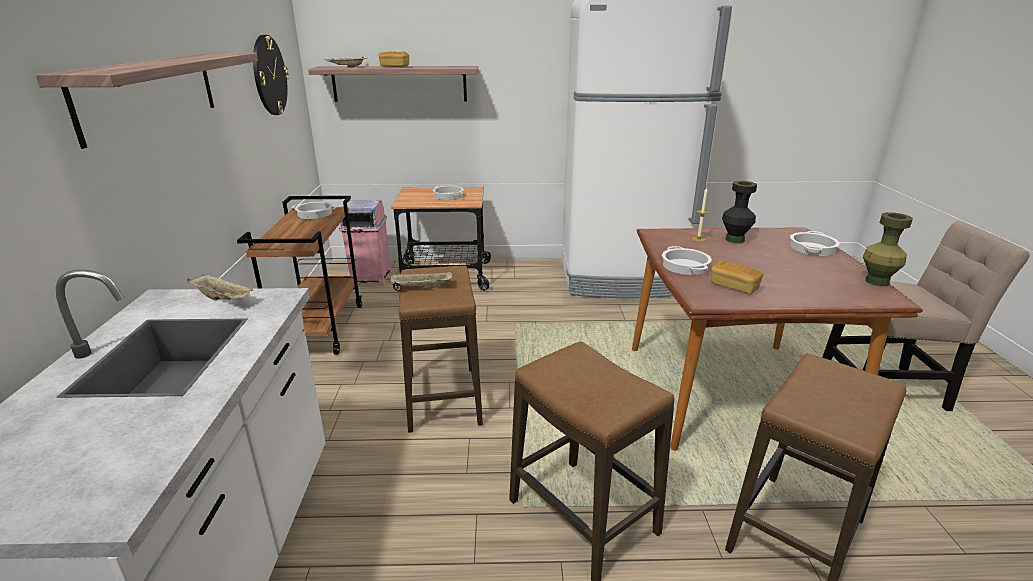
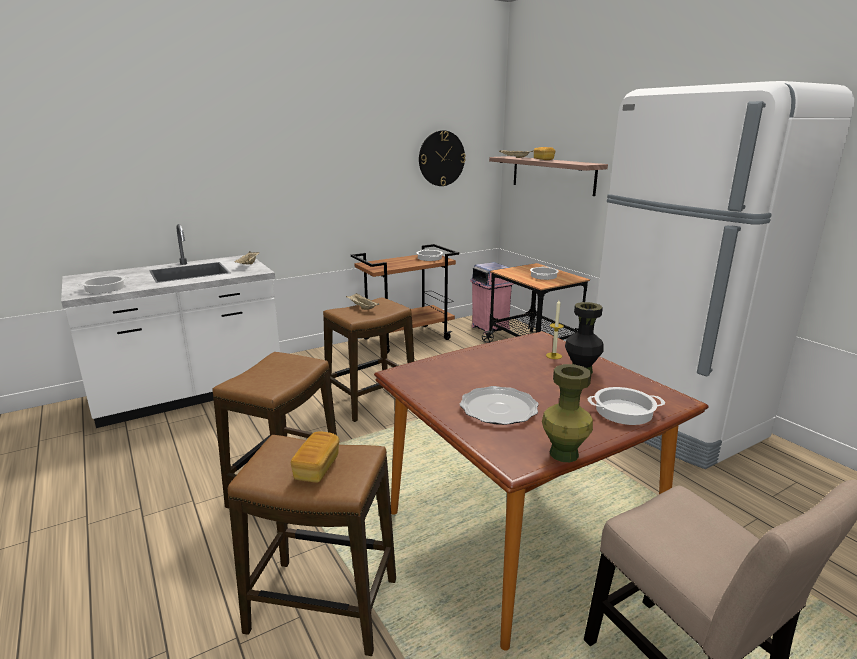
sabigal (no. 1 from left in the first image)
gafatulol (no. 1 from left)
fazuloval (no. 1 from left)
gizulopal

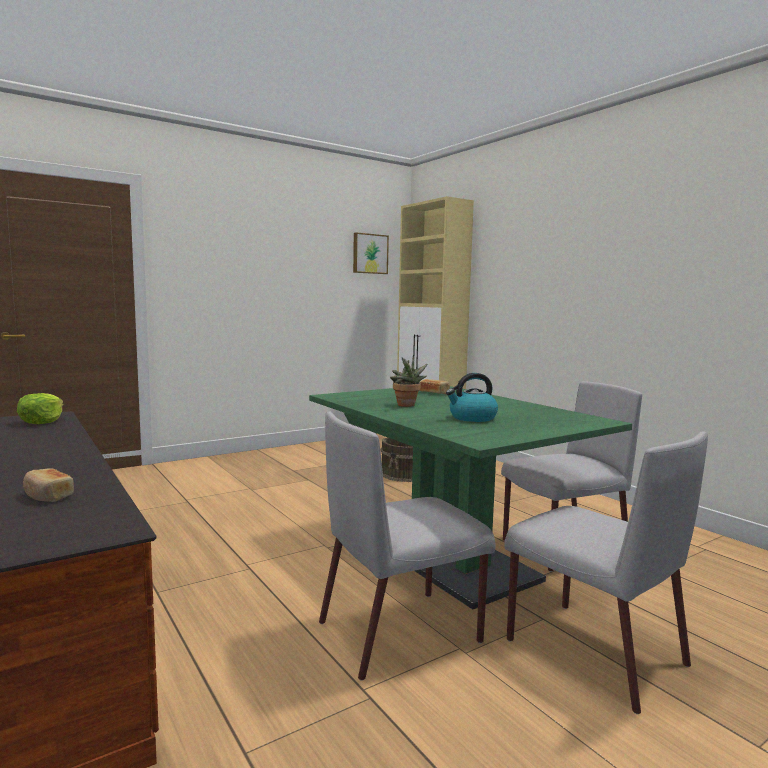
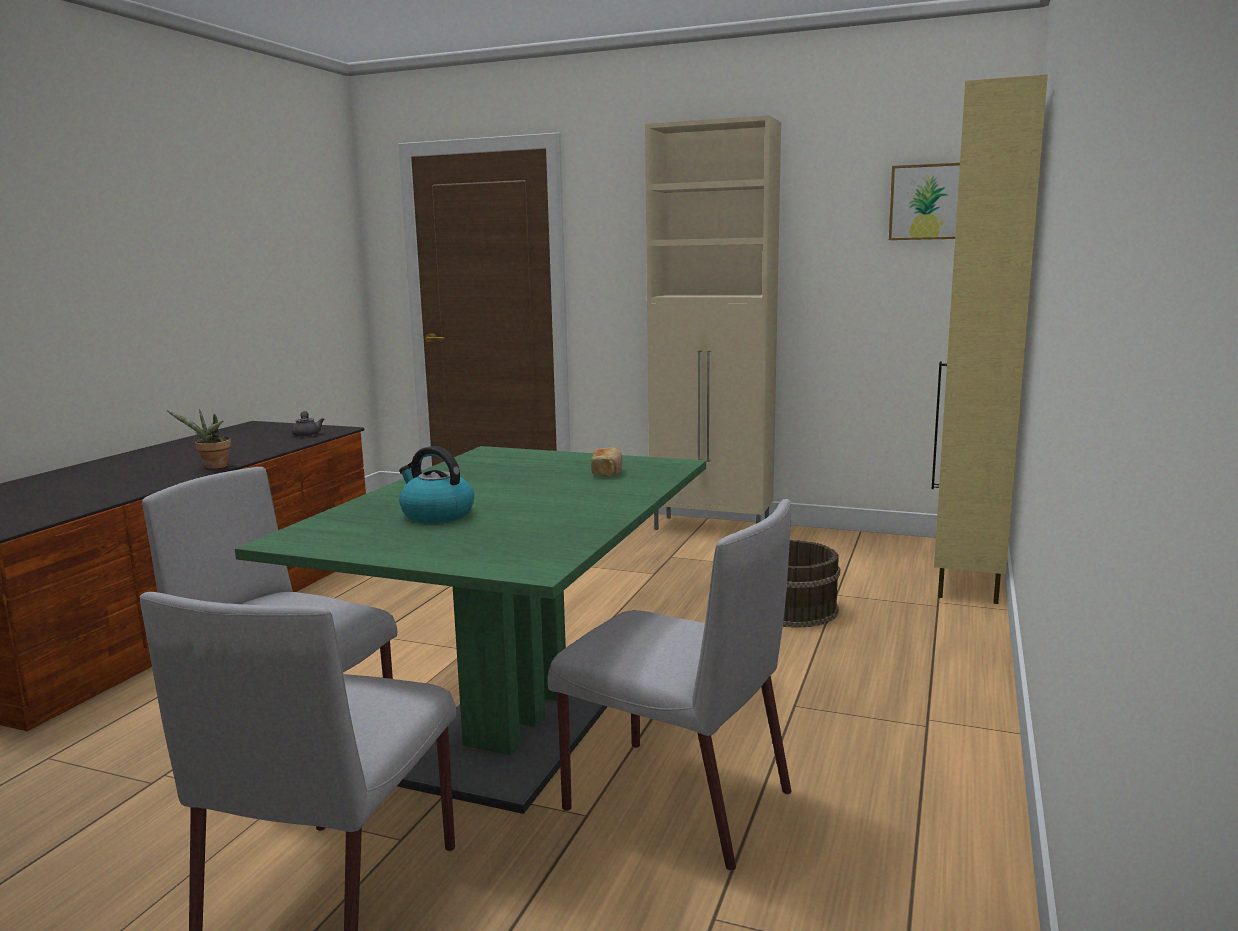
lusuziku
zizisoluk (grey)
fazuloval (no. 1 from left in the first image)
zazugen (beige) (no. 1 from left)

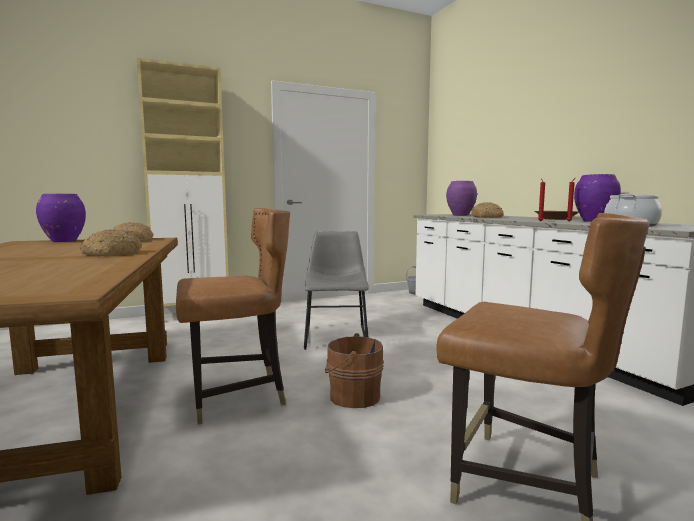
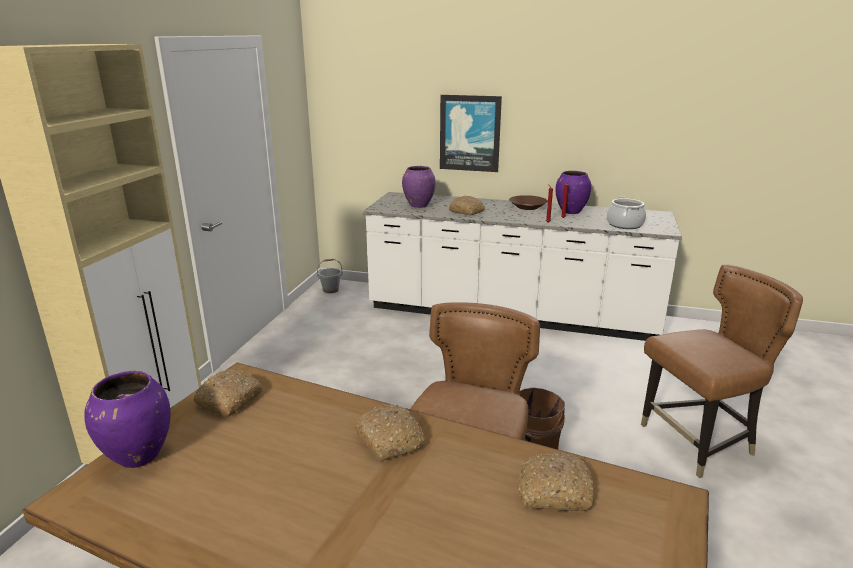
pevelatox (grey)
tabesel
fazuloval (no. 4 from left)

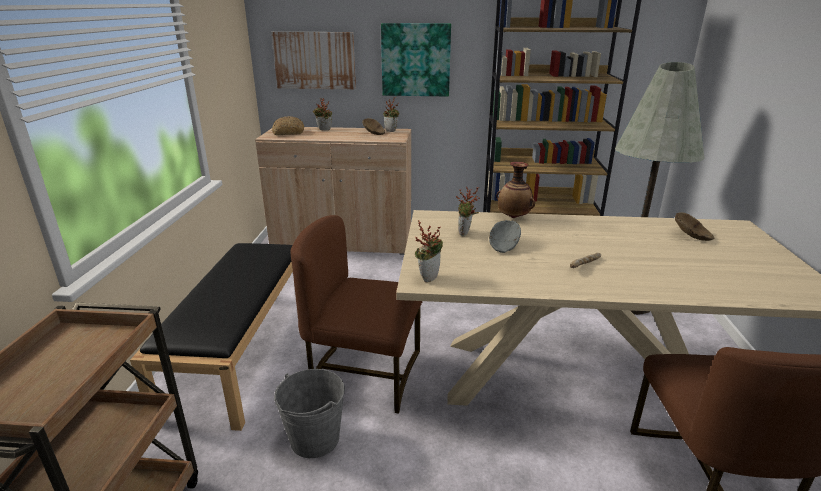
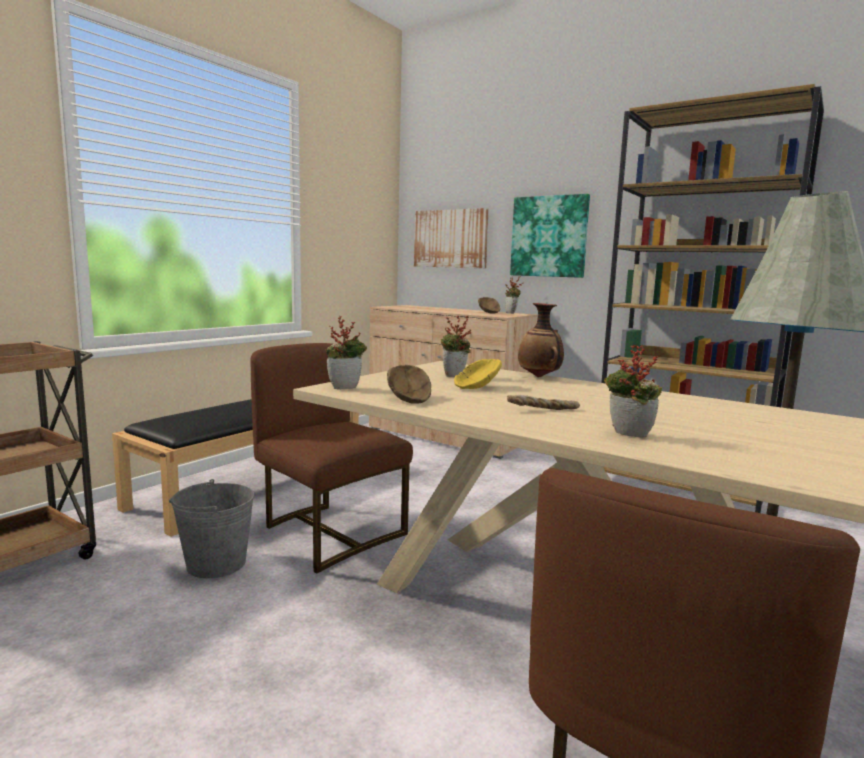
lusuziku (no. 4 from left)
fazuloval (no. 1 from left in the first image)
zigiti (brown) (no. 1 from left)
zigiti (yellow)

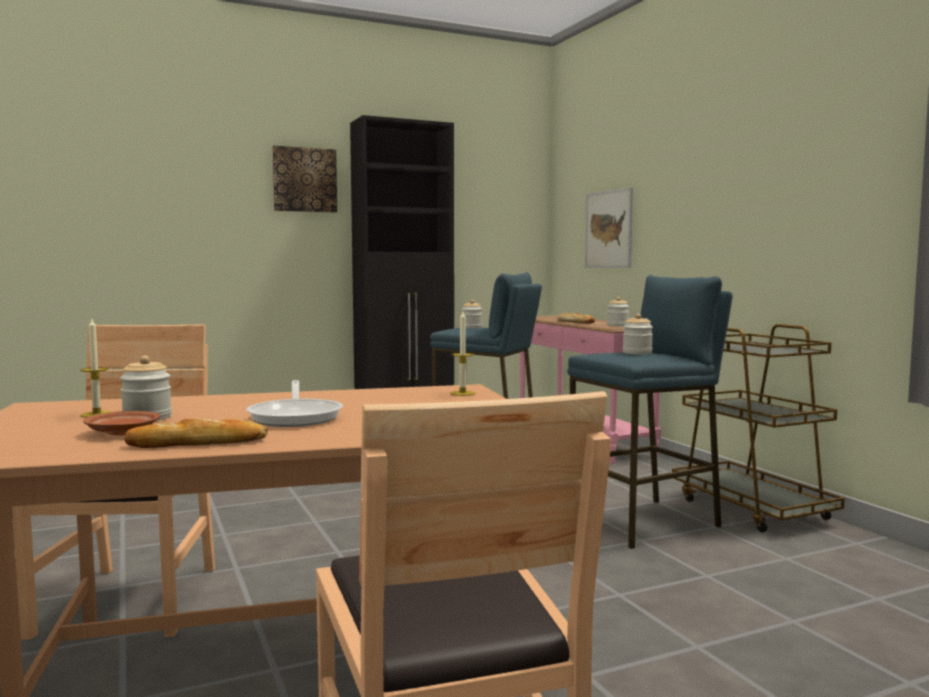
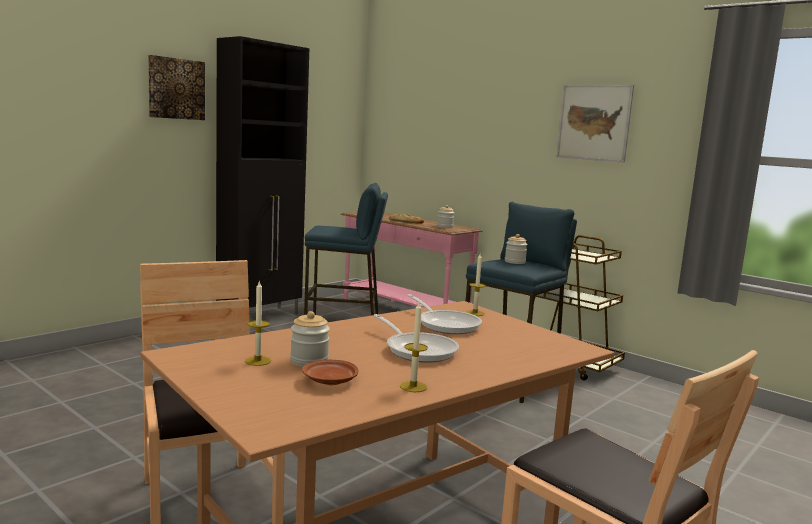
tabesel (no. 2 from left)
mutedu (no. 2 from left in the first image)
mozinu (no. 2 from left)
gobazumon (no. 2 from left)

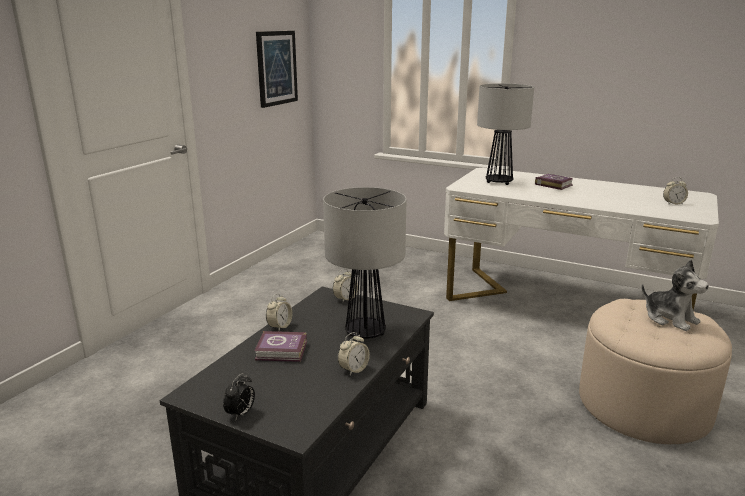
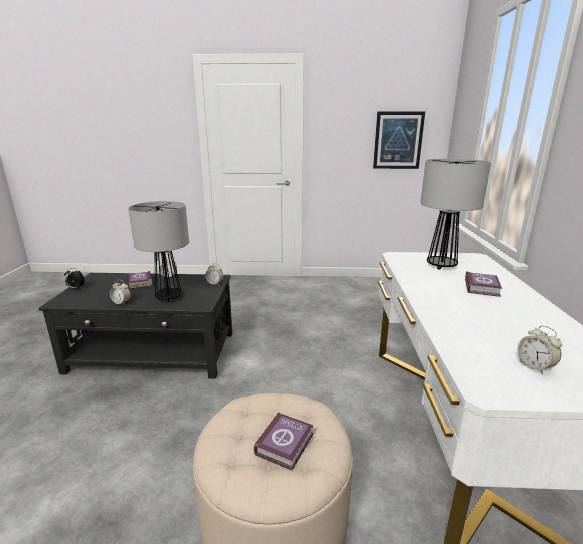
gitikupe (no. 2 from left)

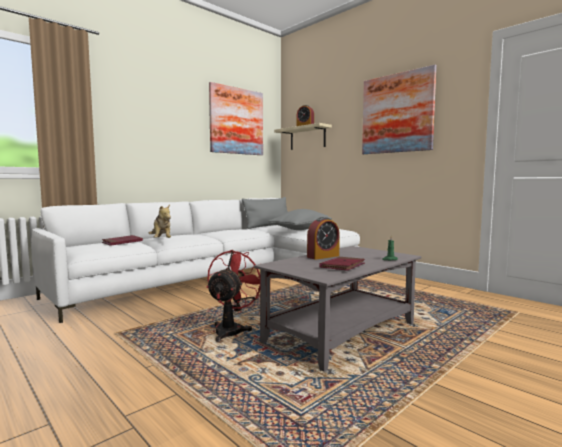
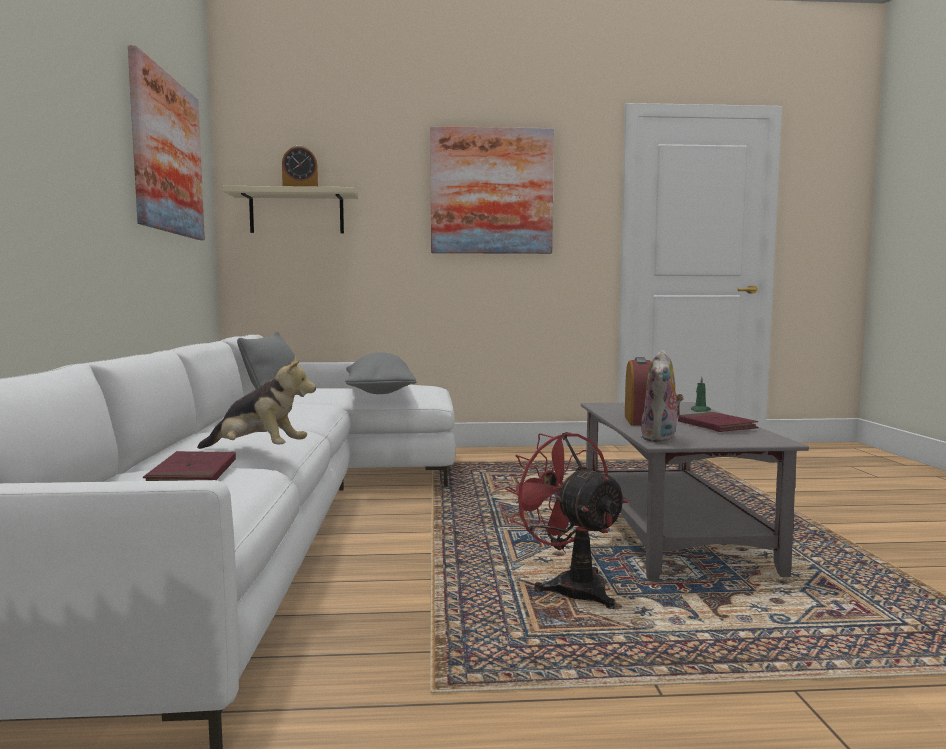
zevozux (no. 2 from left)

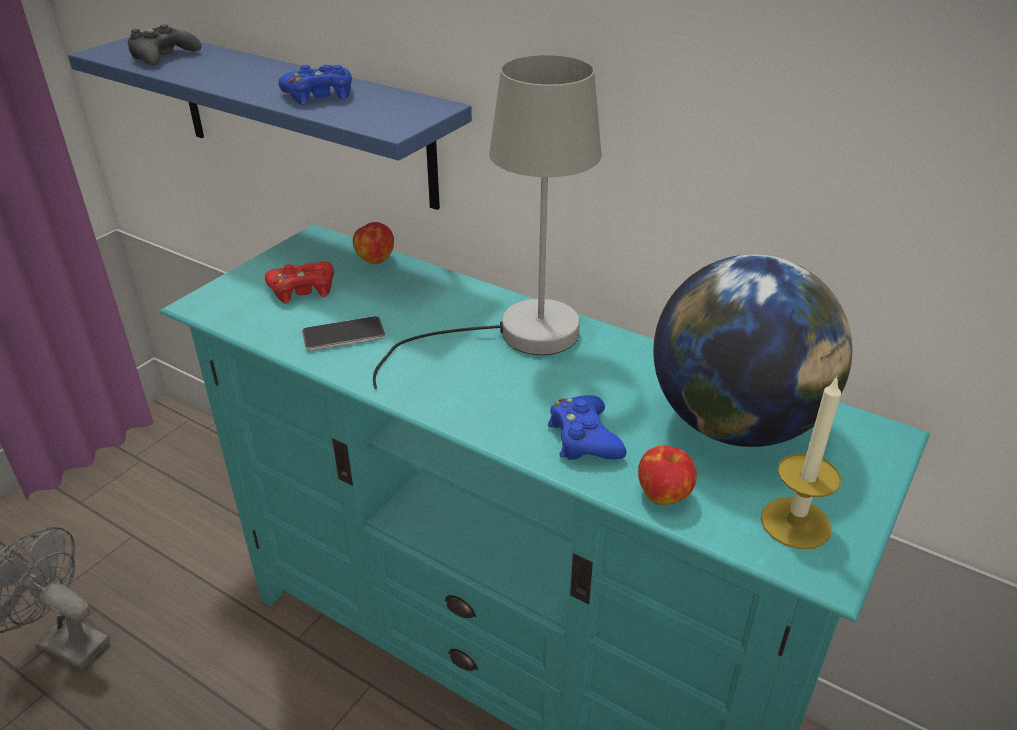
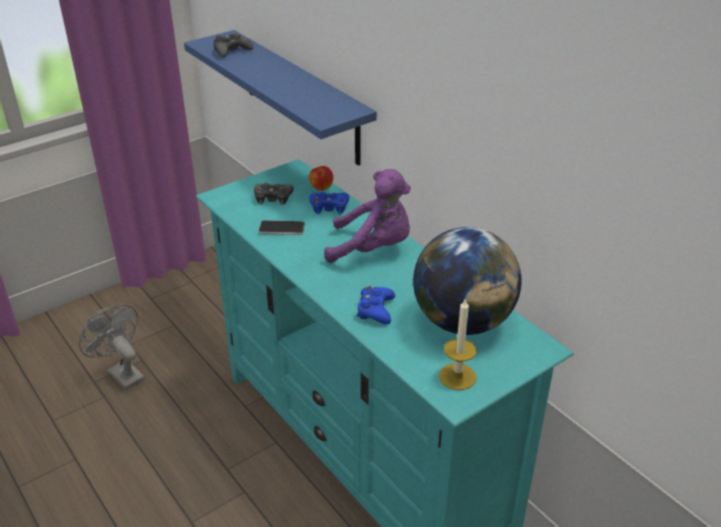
zevozux (purple)
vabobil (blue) (no. 1 from left)
vabobil (black) (no. 2 from left)
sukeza (no. 2 from left in the first image)

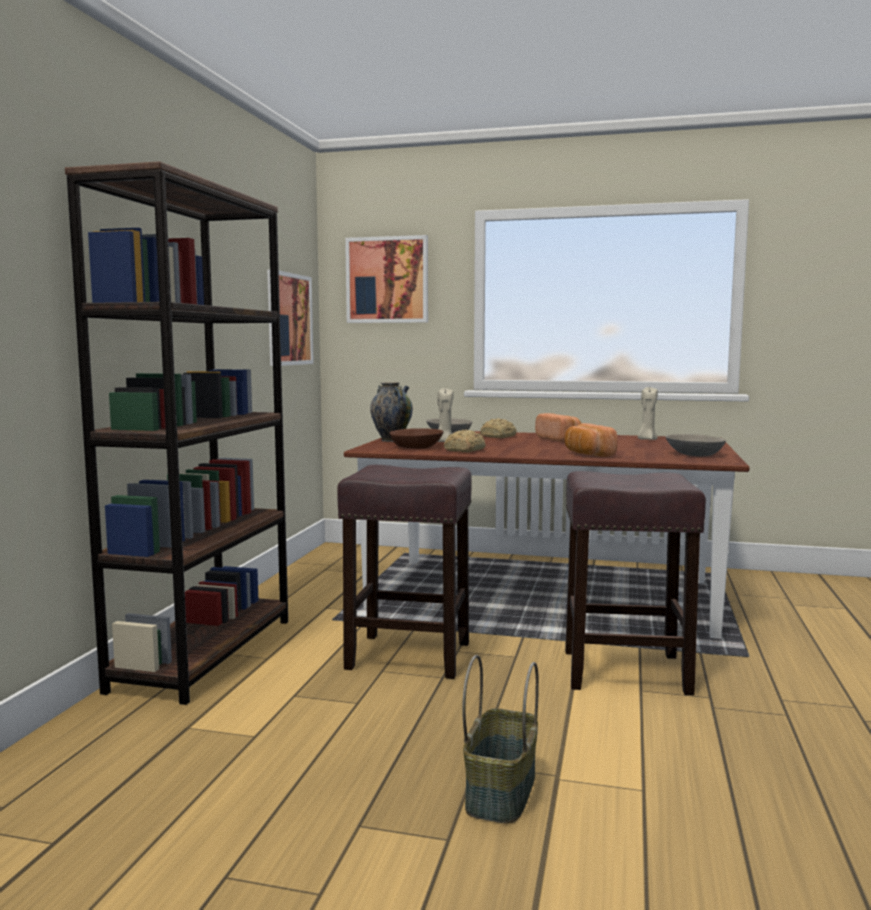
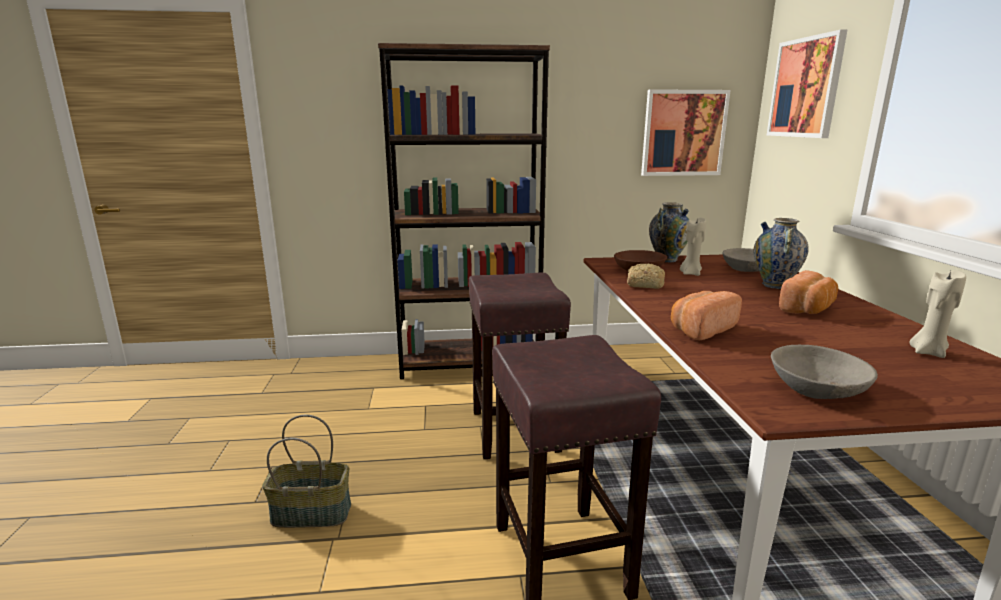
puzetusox (no. 2 from left)

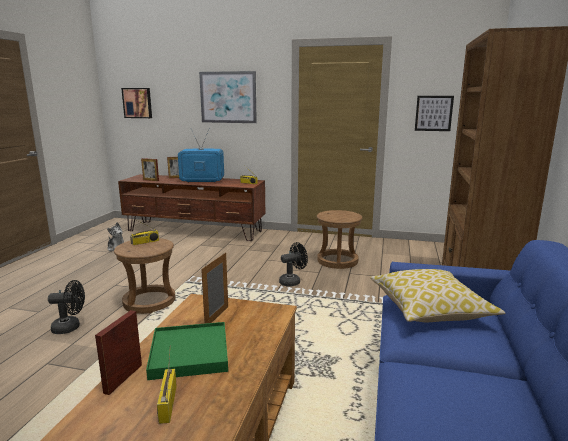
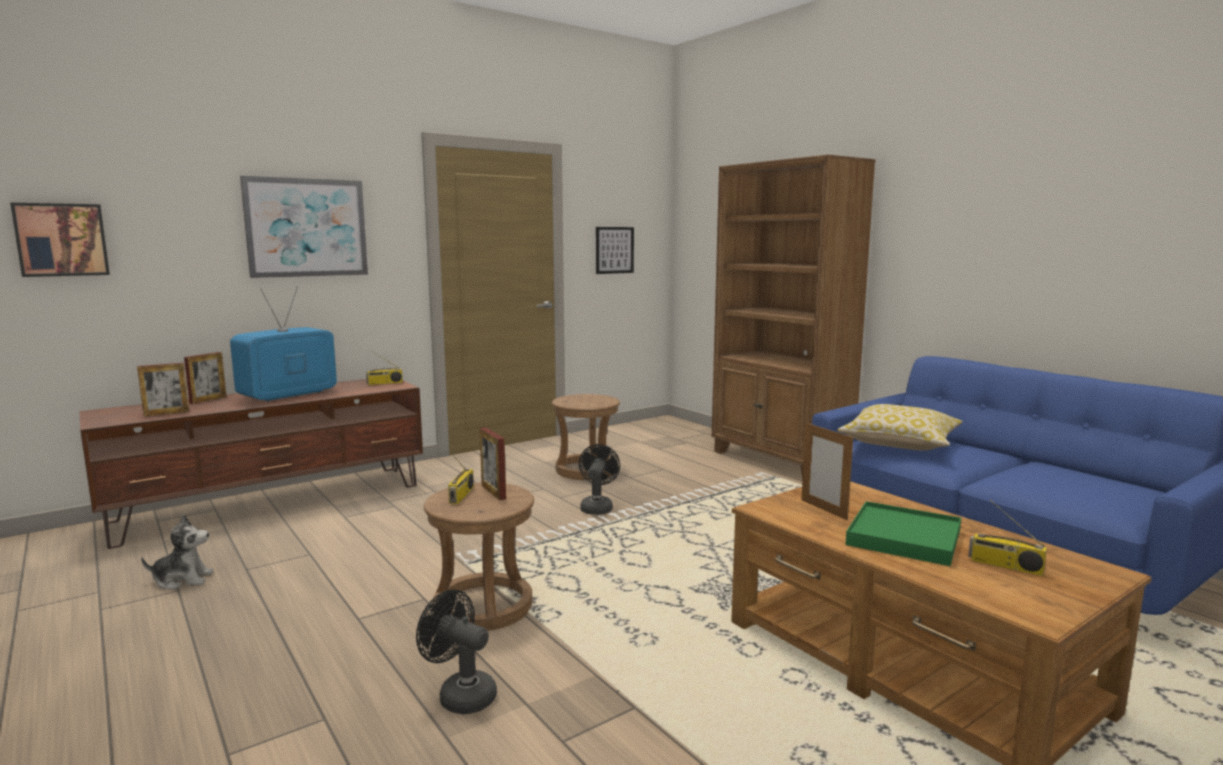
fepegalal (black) (no. 1 from left)
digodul (no. 3 from left)

